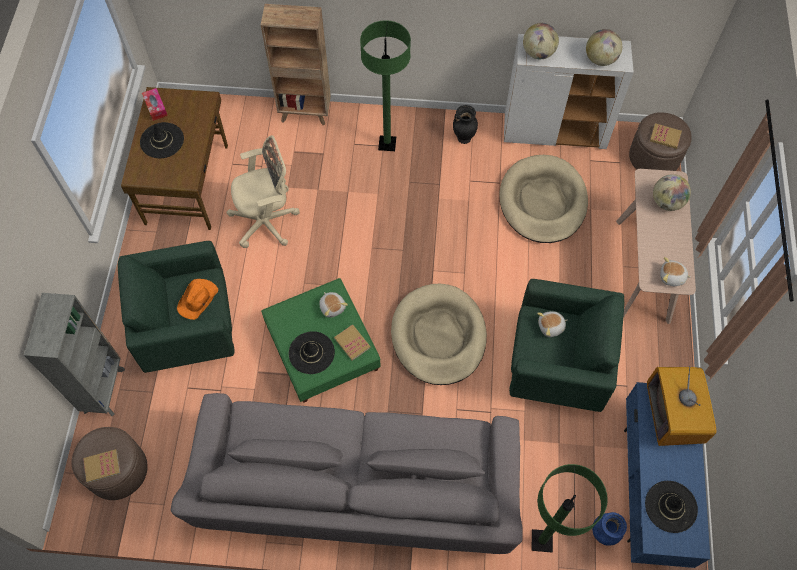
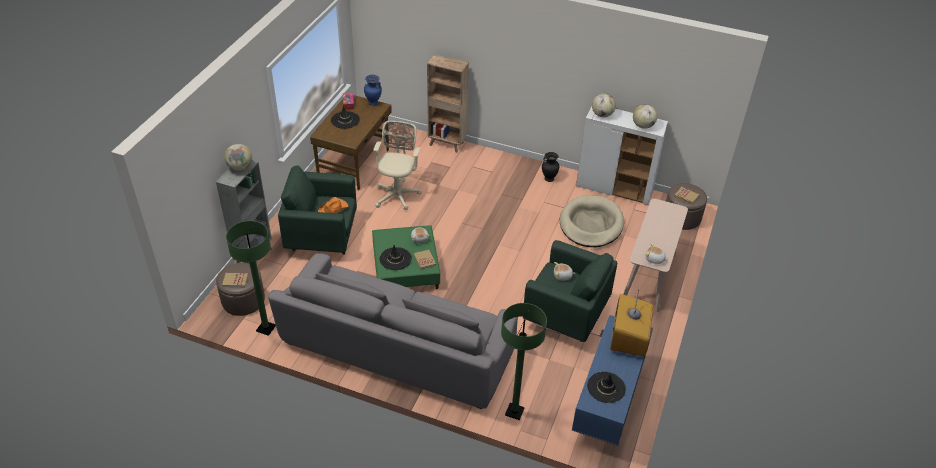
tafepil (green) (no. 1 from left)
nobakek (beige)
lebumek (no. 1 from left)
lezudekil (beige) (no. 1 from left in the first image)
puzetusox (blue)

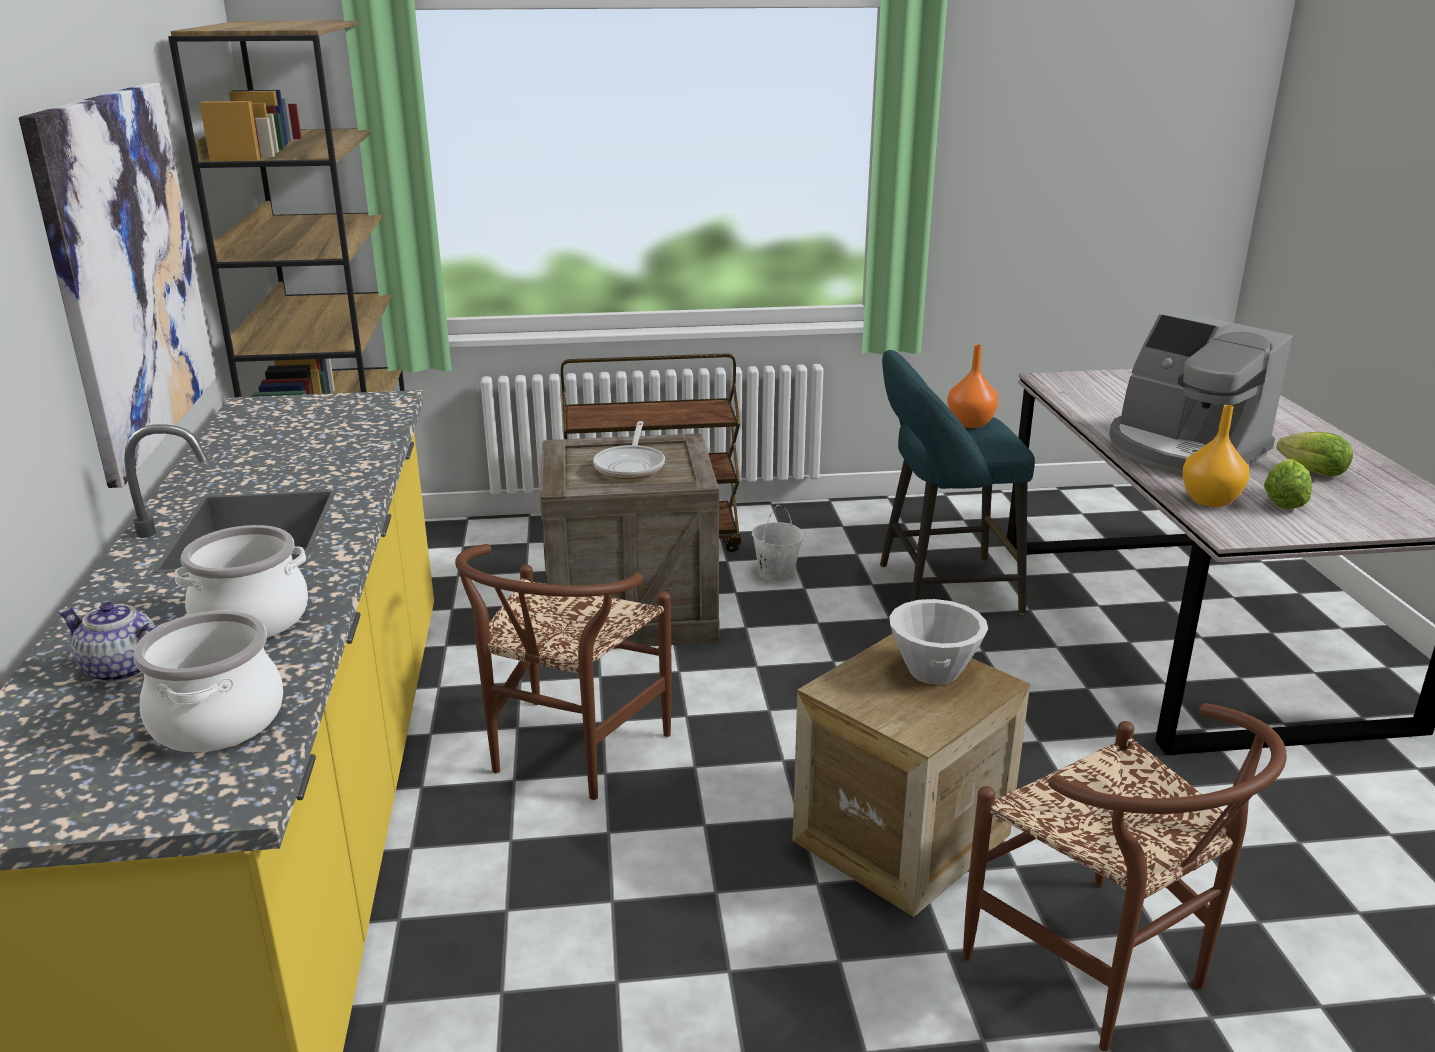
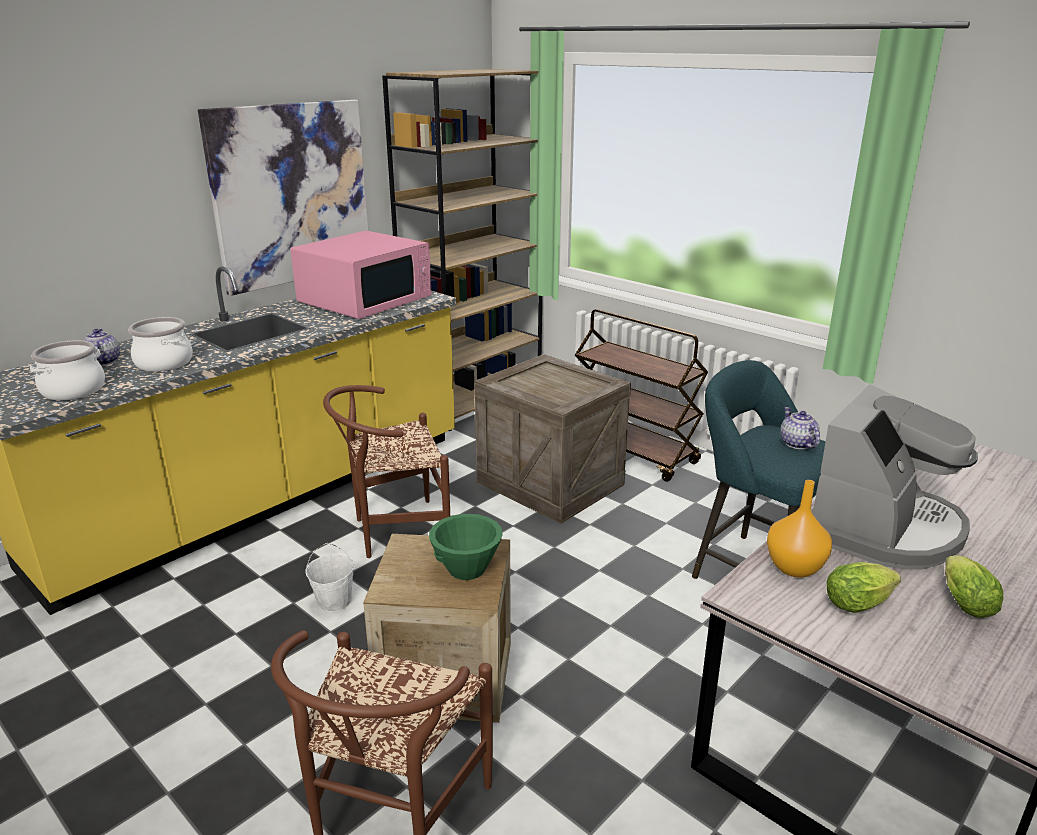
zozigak
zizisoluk (no. 2 from left)
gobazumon
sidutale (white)
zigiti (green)
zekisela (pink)

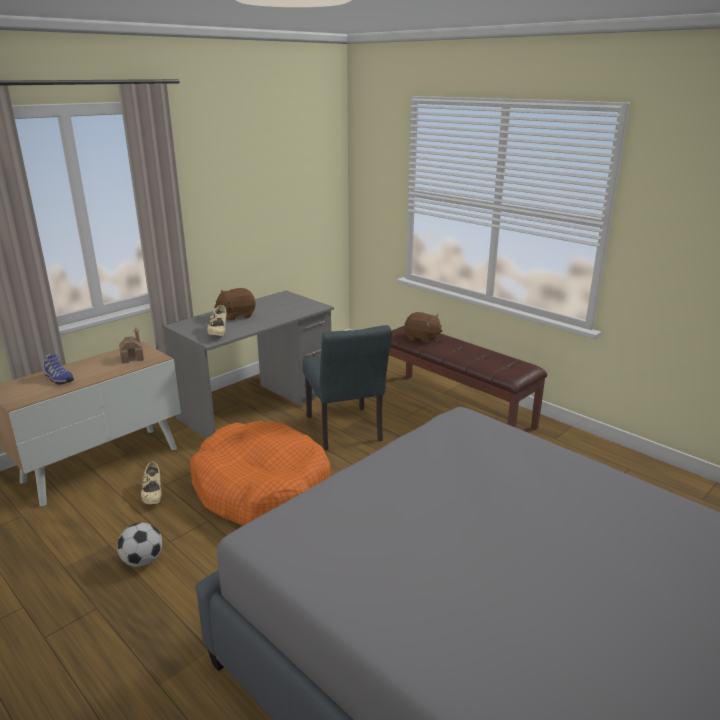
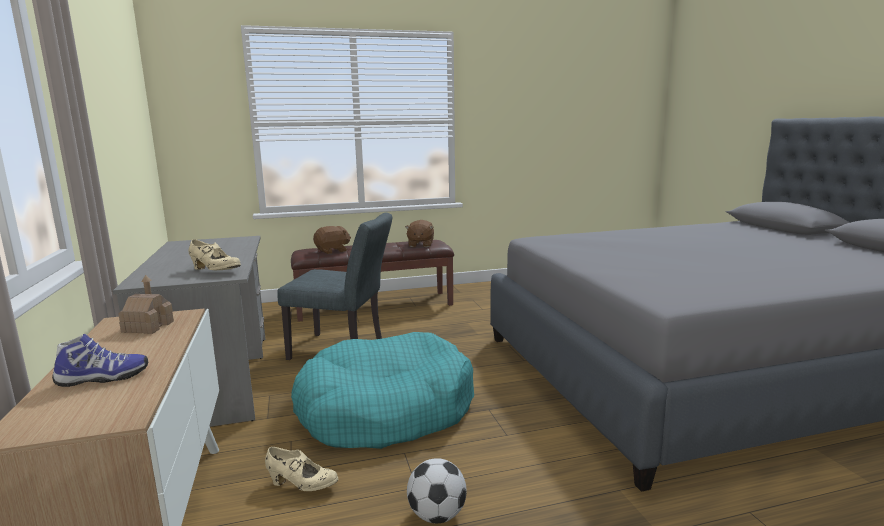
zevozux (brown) (no. 2 from left)
lezudekil (turquoise)

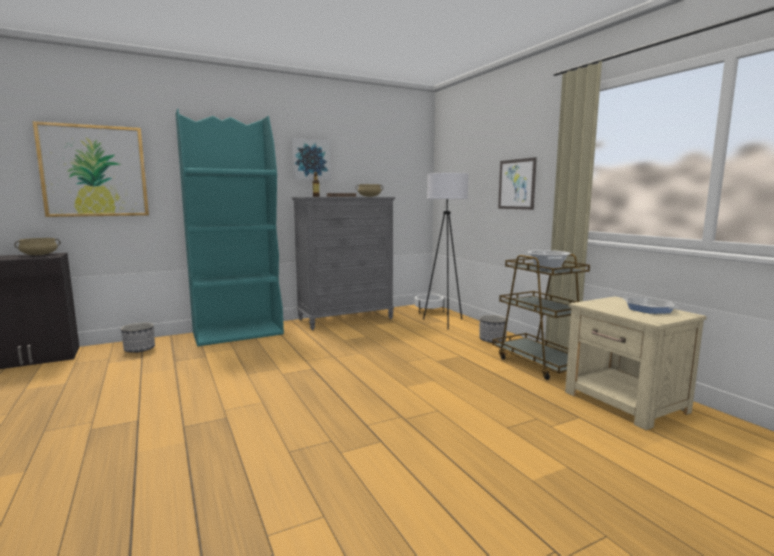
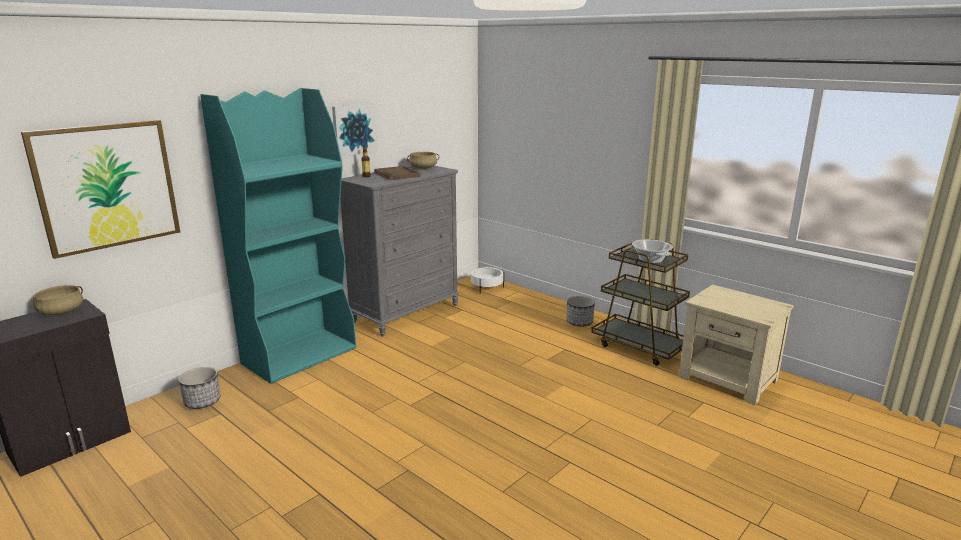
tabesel (no. 3 from left in the first image)
tafepil (white)
gobazumon

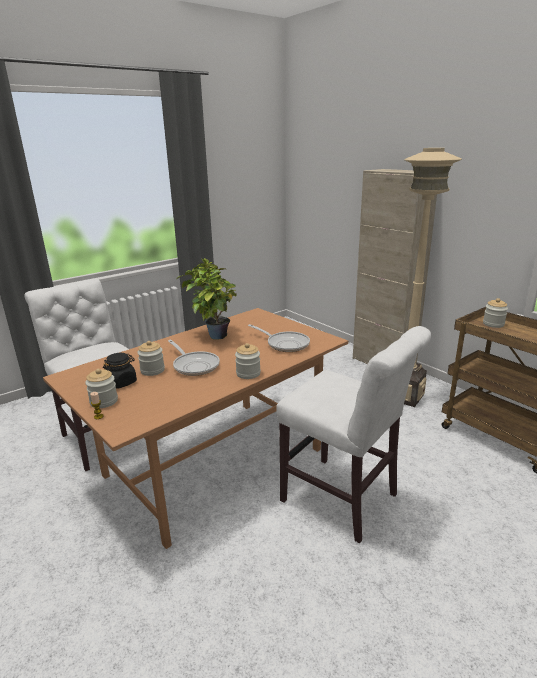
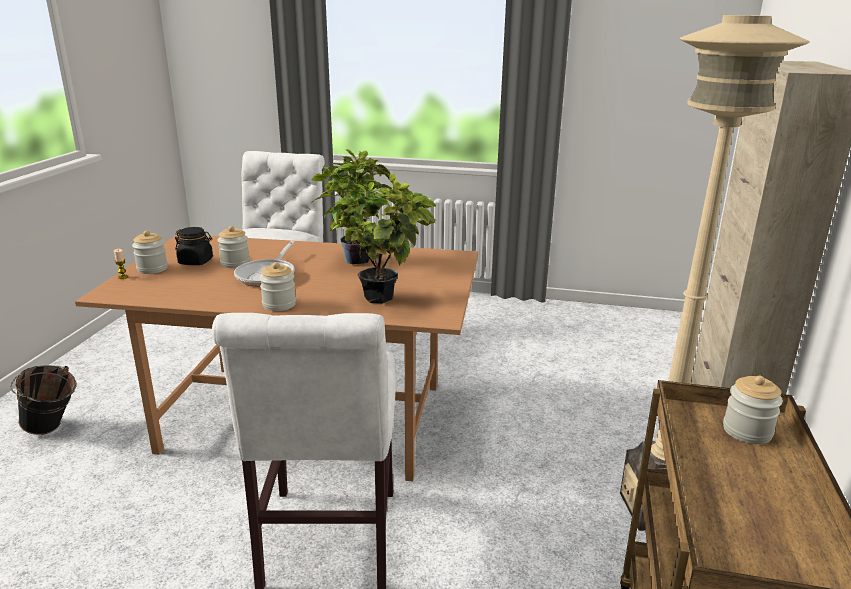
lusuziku (no. 2 from left)
sidutale (black)

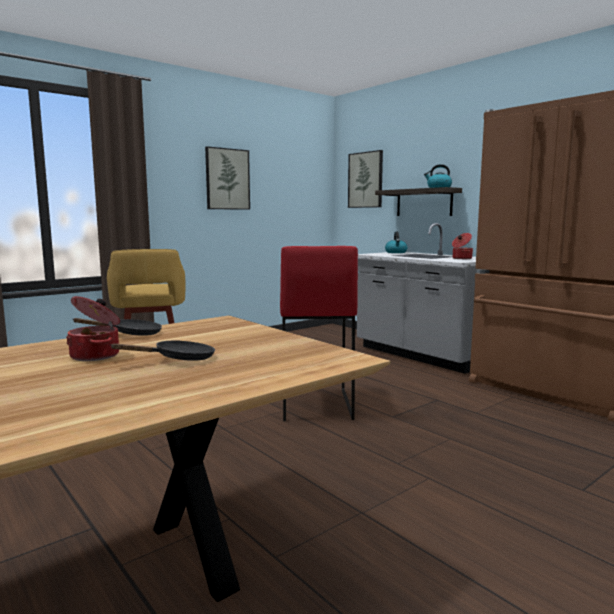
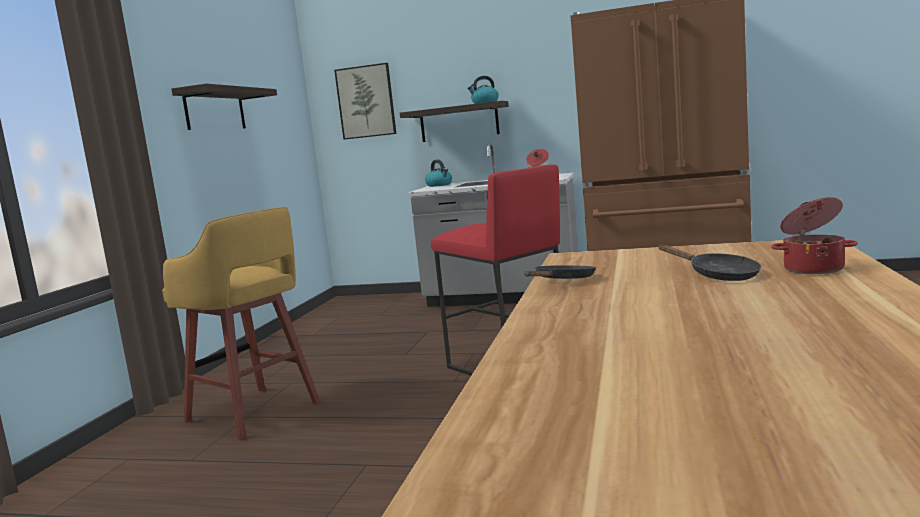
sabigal (no. 1 from left)
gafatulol (no. 2 from left)
gobazumon (black) (no. 2 from left)

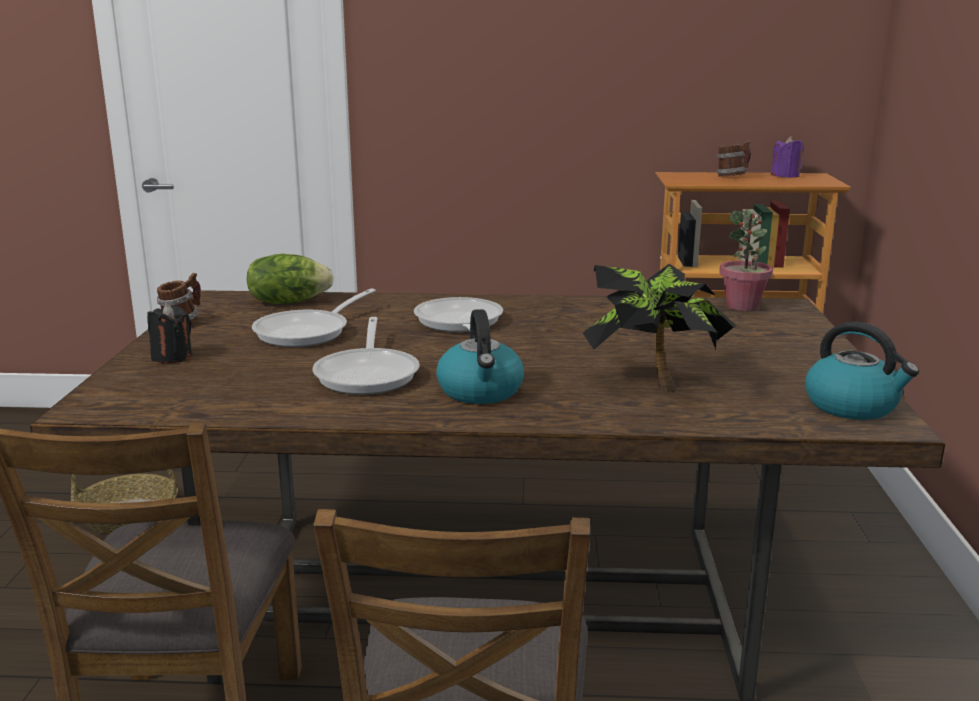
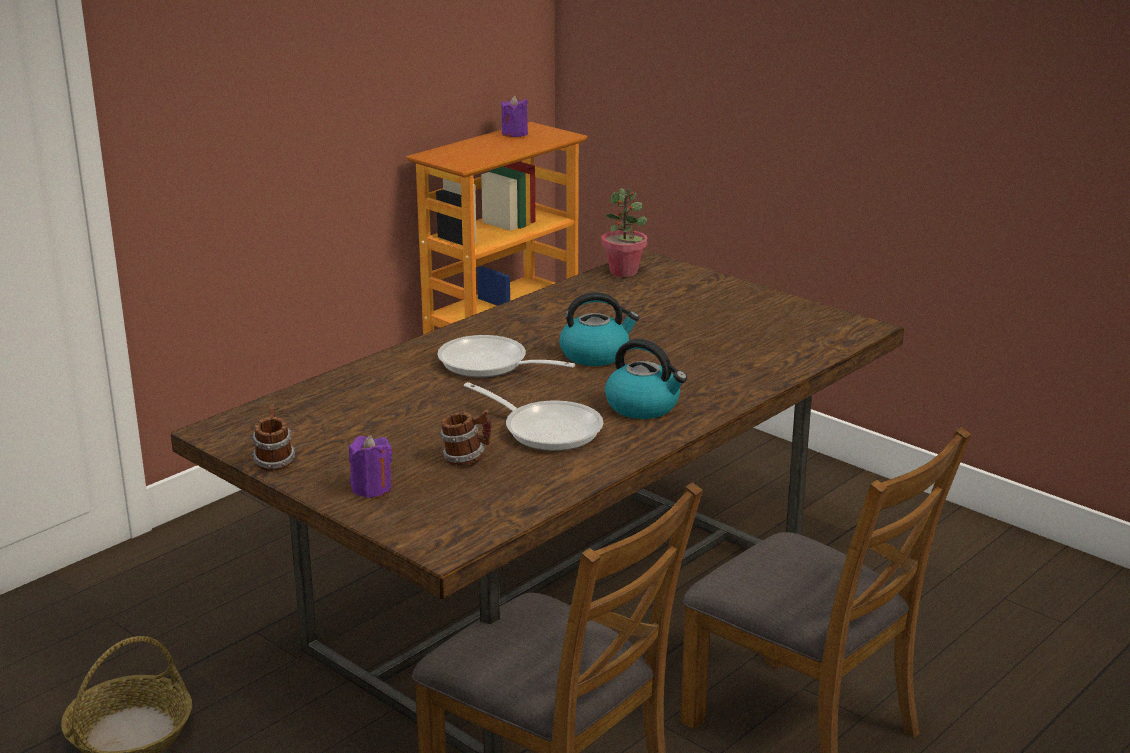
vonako (no. 2 from left)
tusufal
lusuziku (no. 1 from left in the first image)
gobazumon (no. 1 from left in the first image)
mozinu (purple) (no. 1 from left)
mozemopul (no. 1 from left)

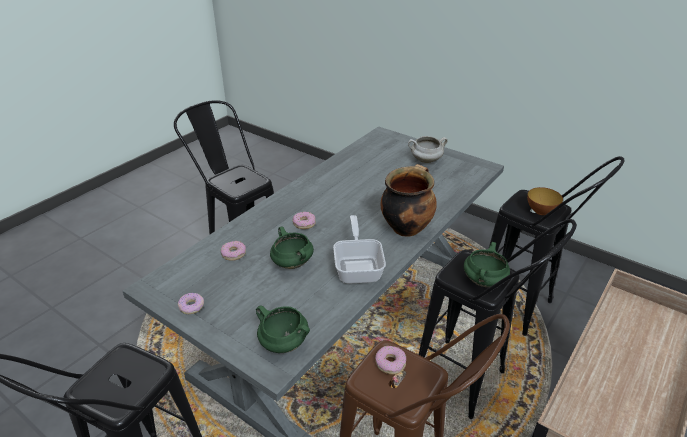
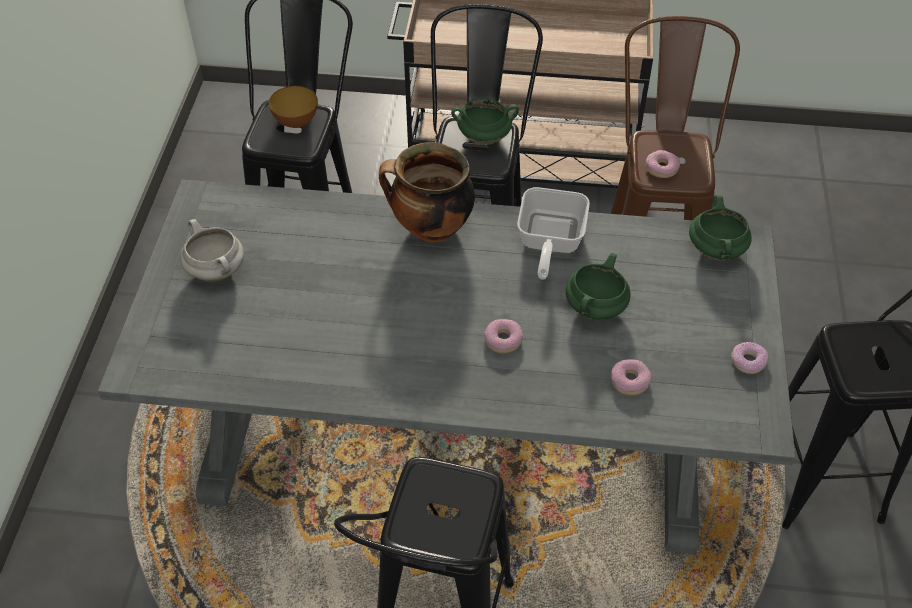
gobazumon

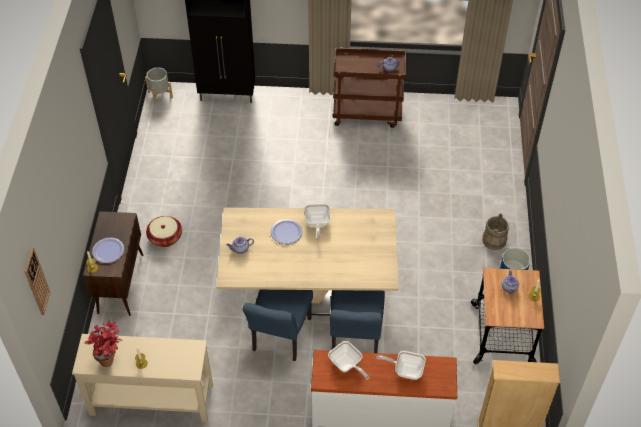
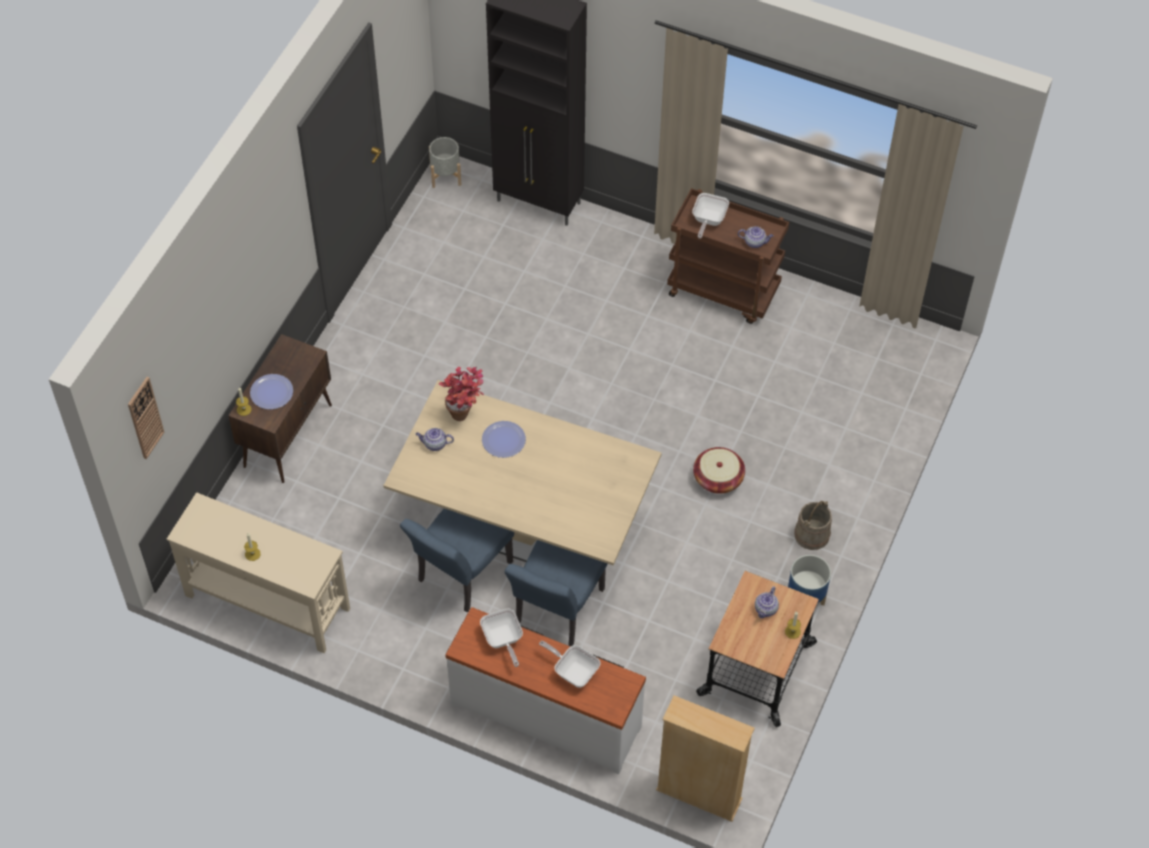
gobazumon (no. 3 from left)
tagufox
lusuziku

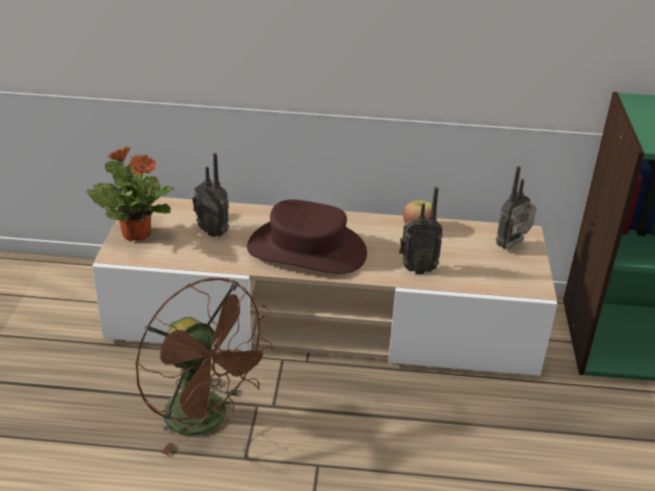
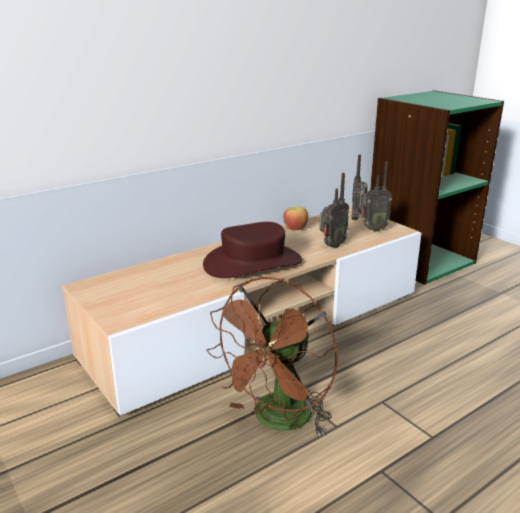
lusuziku
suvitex (no. 3 from left)
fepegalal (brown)

